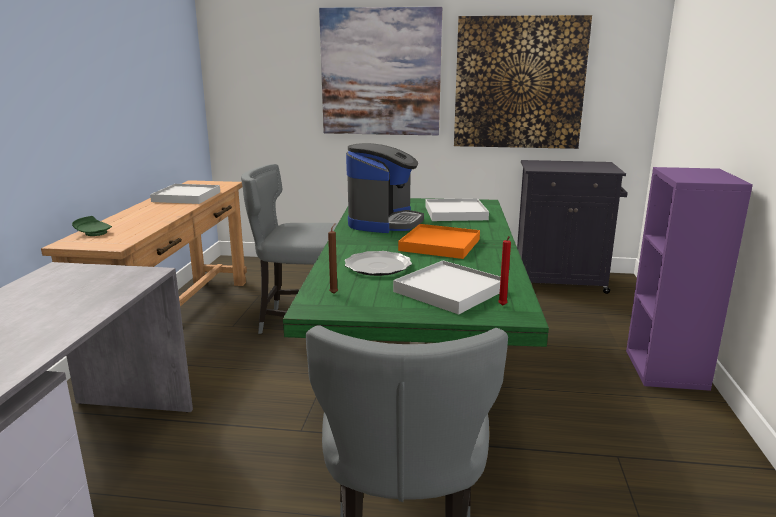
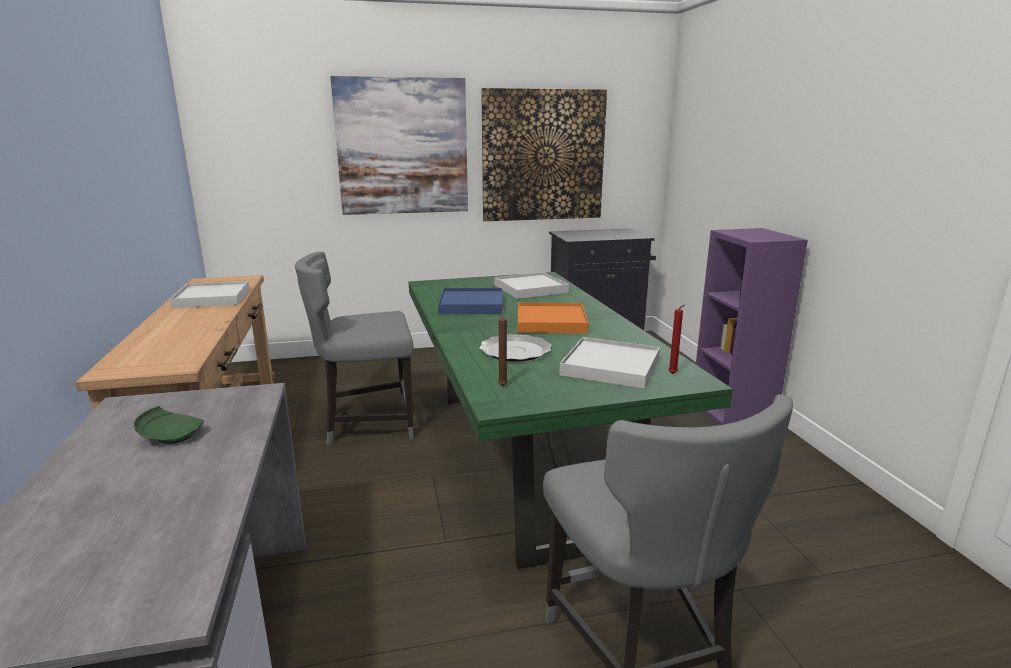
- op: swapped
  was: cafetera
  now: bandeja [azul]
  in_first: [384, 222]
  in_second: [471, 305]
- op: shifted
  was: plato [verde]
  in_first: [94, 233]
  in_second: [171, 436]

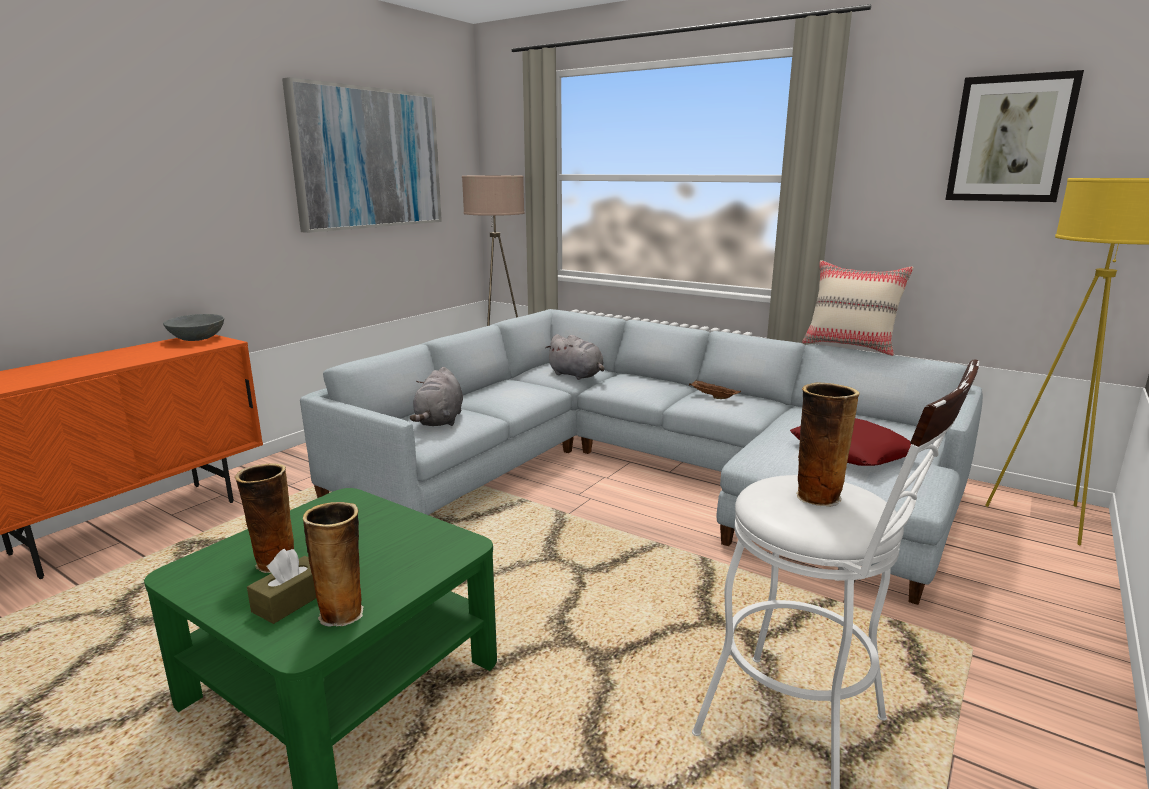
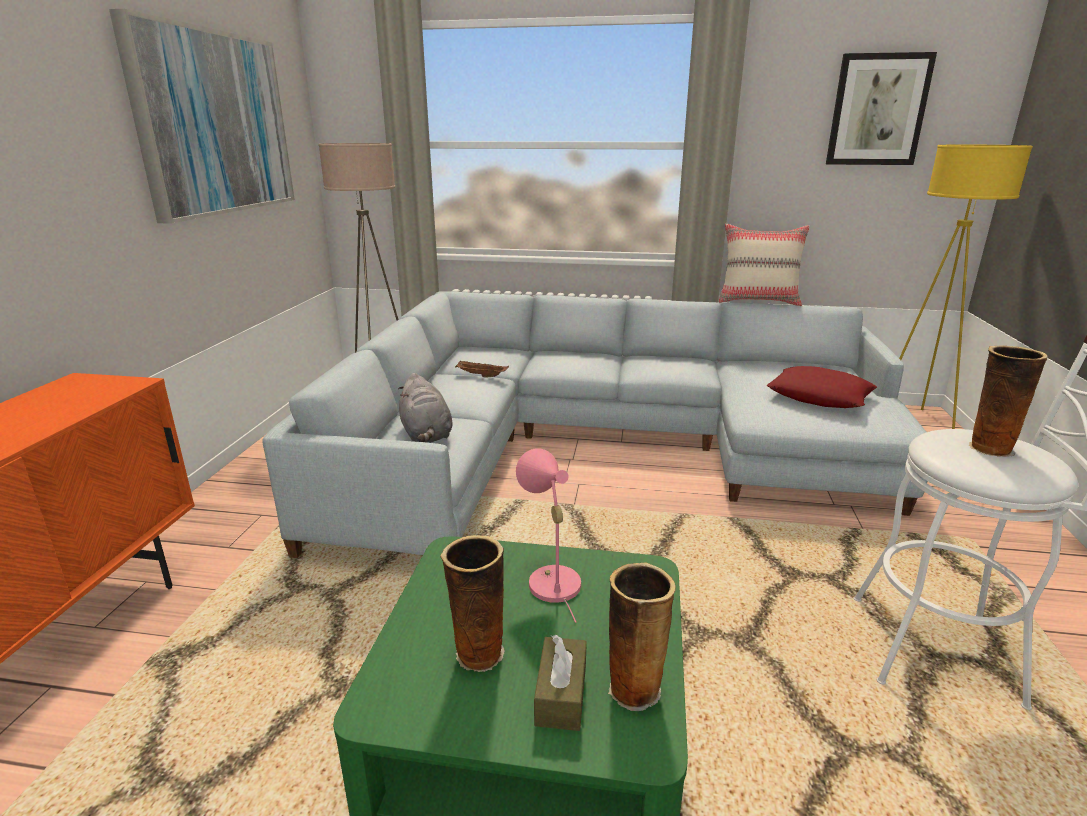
- op: gone
  was: cuenco [gris]
  in_first: [197, 339]
- op: gone
  was: peluche [gris]
  in_first: [577, 375]
- op: shifted
  was: bandeja [marrón]
  in_first: [712, 397]
  in_second: [480, 376]
- op: new
  now: lámpara de mesa [rosa]
  in_second: [550, 580]

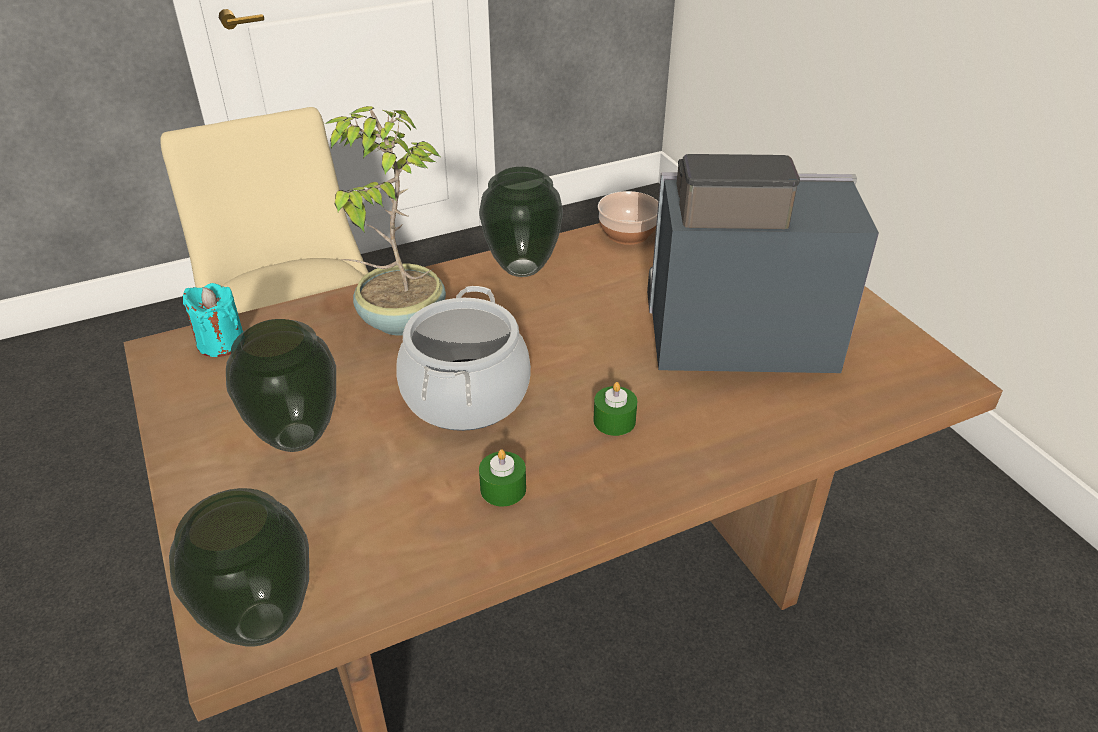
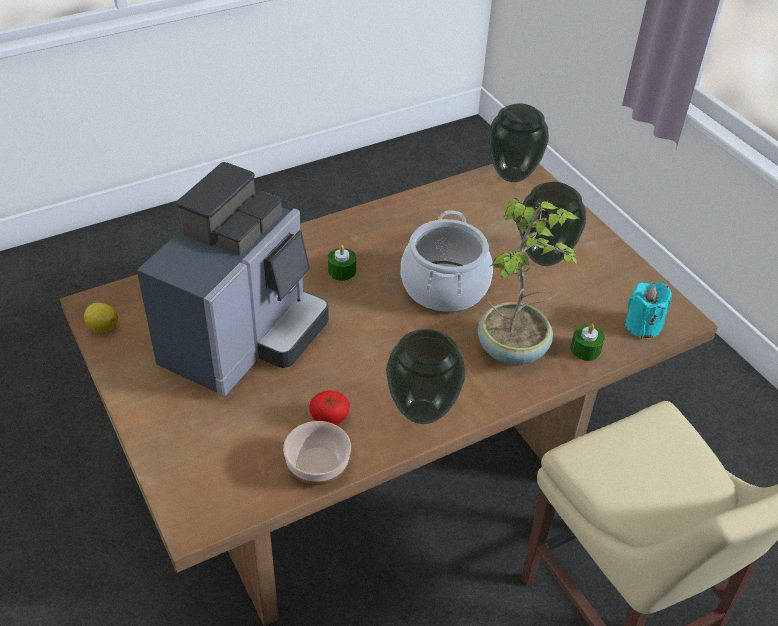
- op: rotated
  was: cafetera
  in_first: [730, 337]
  in_second: [245, 338]
  clockwise: -60
- op: shifted
  was: vela [verde]
  in_first: [503, 489]
  in_second: [585, 349]
- op: new
  now: limón
  in_second: [102, 327]
- op: new
  now: tomate
  in_second: [329, 418]

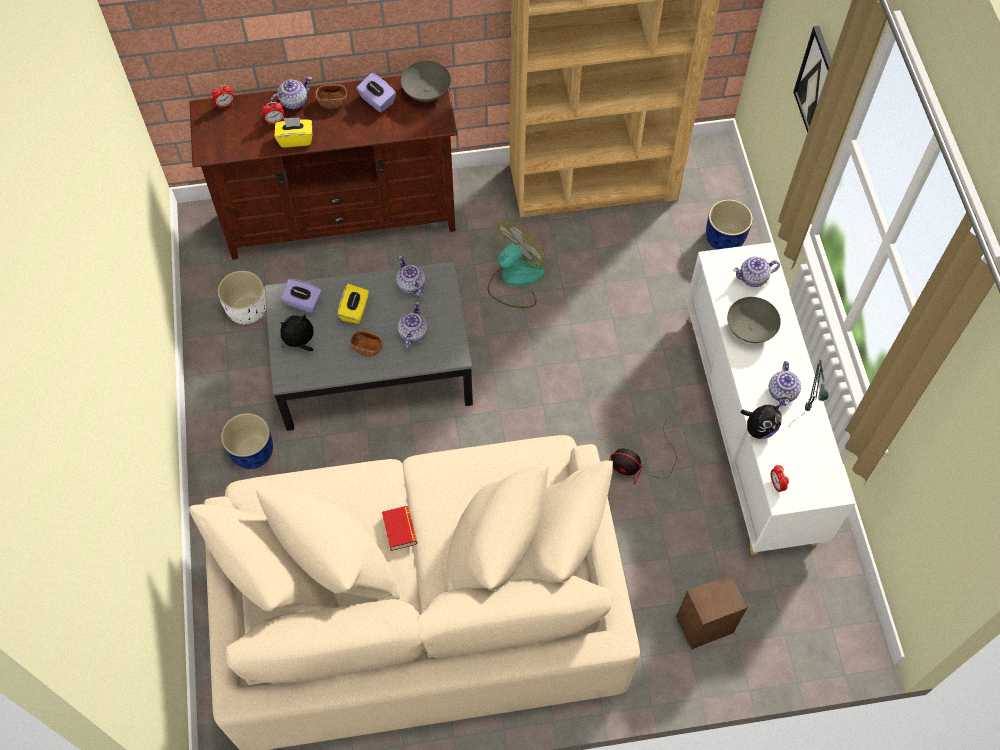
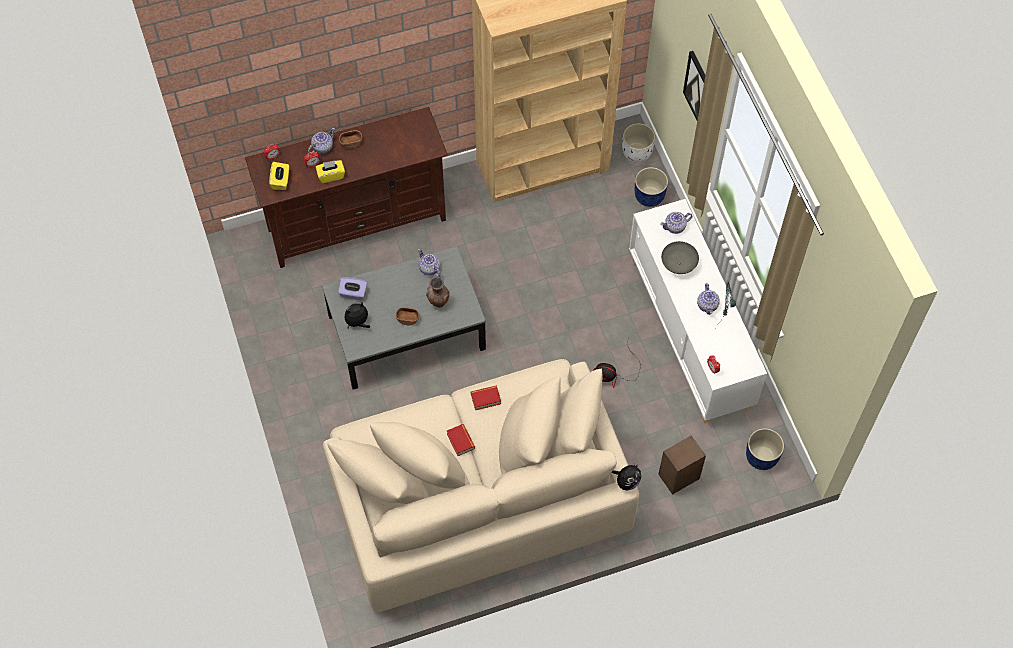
- op: gone
  was: cuenco [gris]
  in_first: [427, 92]
- op: gone
  was: caja de pañuelos [morado]
  in_first: [377, 101]
- op: gone
  was: ventilador
  in_first: [515, 279]
- op: shifted
  was: maceta [blanco]
  in_first: [248, 310]
  in_second: [637, 152]
- op: shifted
  was: caja de pañuelos [amarillo]
  in_first: [355, 310]
  in_second: [280, 181]
- op: swapped
  was: tetera
  now: florero [marrón]
  in_first: [412, 333]
  in_second: [438, 303]
- op: shifted
  was: peluche
  in_first: [759, 428]
  in_second: [627, 482]
- op: shifted
  was: maceta [azul]
  in_first: [252, 452]
  in_second: [761, 457]
- op: new
  now: libro
  in_second: [485, 399]

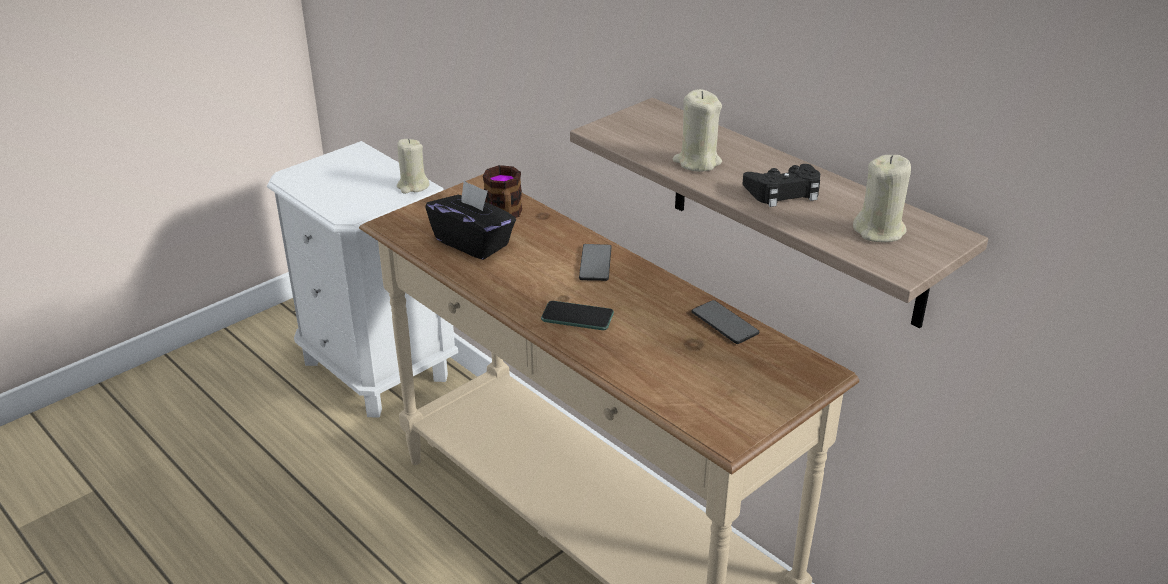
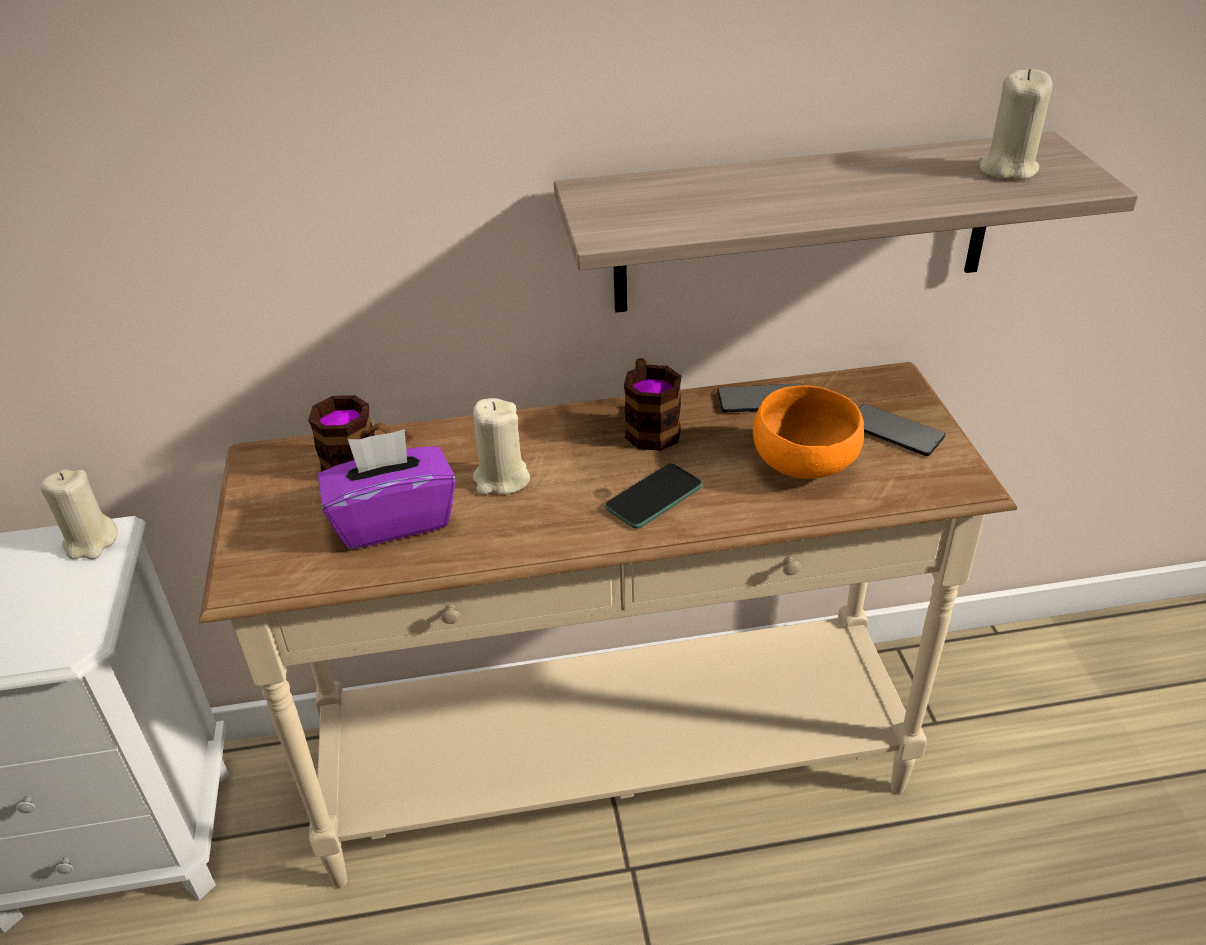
- op: shifted
  was: vela [beis]
  in_first: [697, 162]
  in_second: [501, 479]
- op: gone
  was: mando de consola [negro]
  in_first: [783, 192]
- op: repainted
  was: caja de pañuelos [negro]
  now: caja de pañuelos [morado]
  in_first: [473, 242]
  in_second: [393, 519]
- op: shifted
  was: móvil
  in_first: [595, 263]
  in_second: [894, 431]
- op: new
  now: taza grande
  in_second: [649, 426]
- op: new
  now: cuenco [naranja]
  in_second: [806, 464]

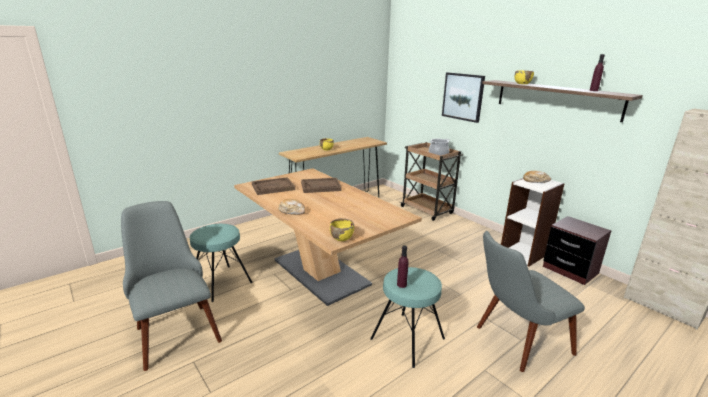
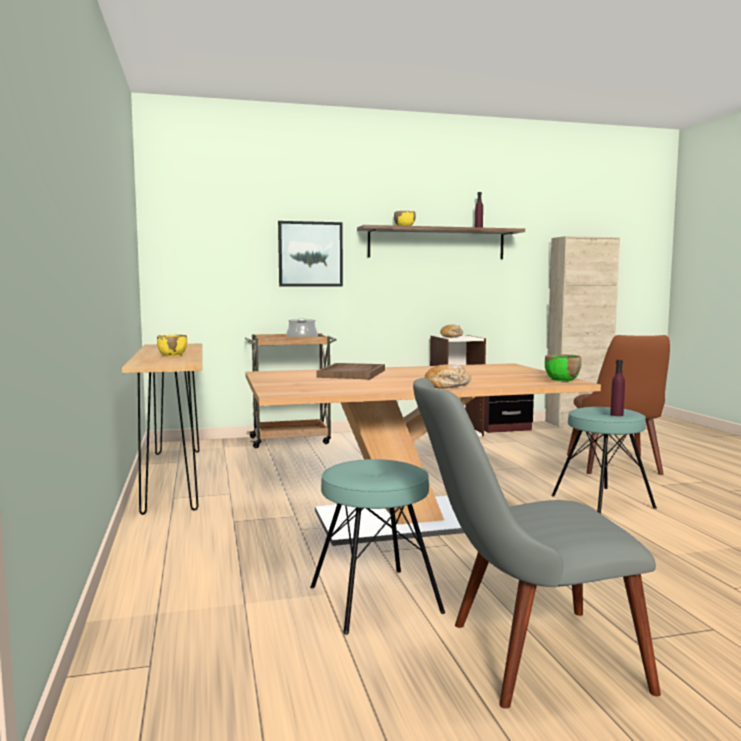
- op: gone
  was: bandeja [marrón]
  in_first: [273, 187]
- op: repainted
  was: cuenco [amarillo]
  now: cuenco [verde]
  in_first: [341, 238]
  in_second: [562, 380]
- op: repainted
  was: silla [gris]
  now: silla [marrón]
  in_first: [514, 342]
  in_second: [618, 467]

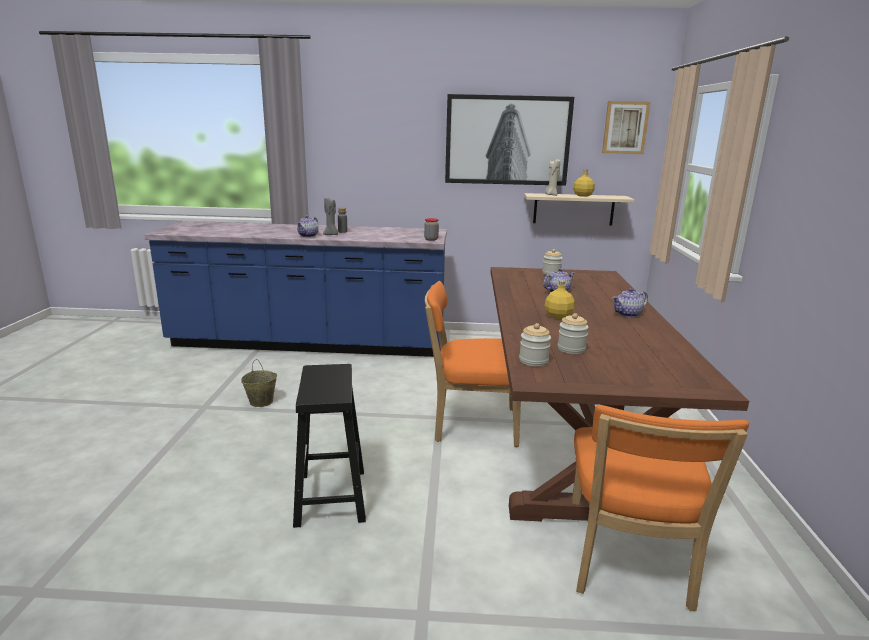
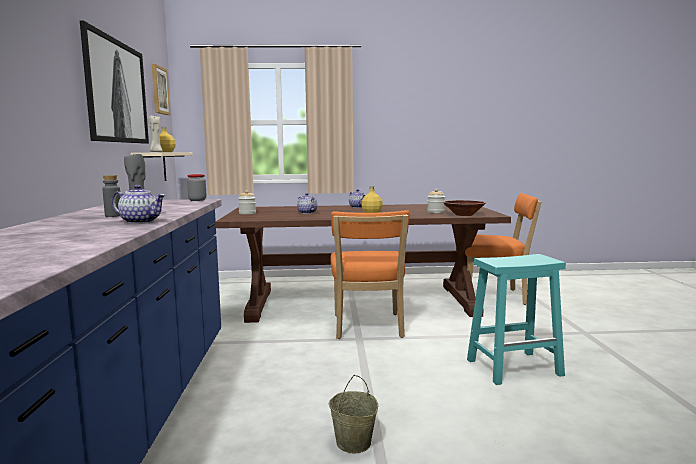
- op: swapped
  was: tarro
  now: cuenco [marrón]
  in_first: [533, 361]
  in_second: [463, 215]
- op: repainted
  was: taburete [negro]
  now: taburete [turquesa]
  in_first: [331, 498]
  in_second: [515, 367]

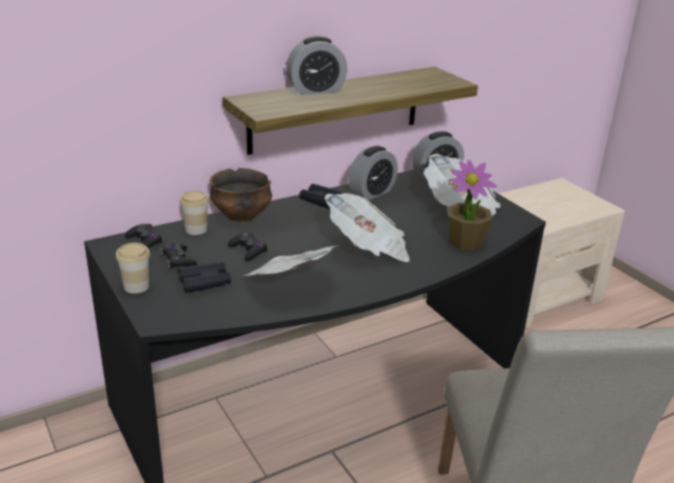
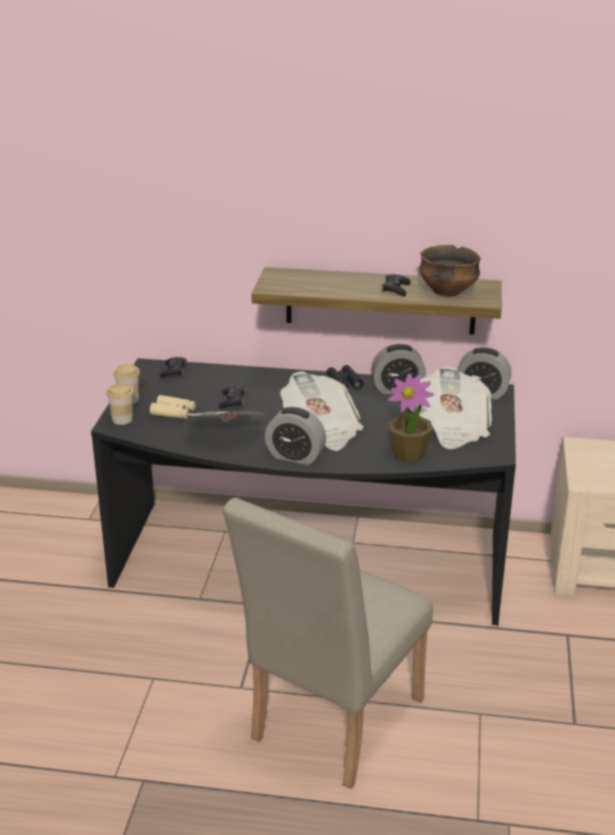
- op: shifted
  was: despertador
  in_first: [316, 90]
  in_second: [295, 456]
- op: shifted
  was: cuenco
  in_first: [241, 215]
  in_second: [447, 291]
- op: shifted
  was: taza
  in_first: [196, 229]
  in_second: [122, 419]
- op: shifted
  was: mando de consola [negro]
  in_first: [178, 260]
  in_second: [395, 289]
- op: repainted
  was: prismáticos [negro]
  now: prismáticos [beis]
  in_first: [205, 282]
  in_second: [173, 412]

